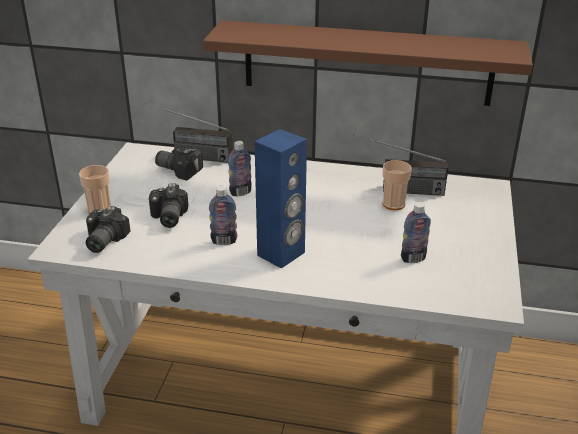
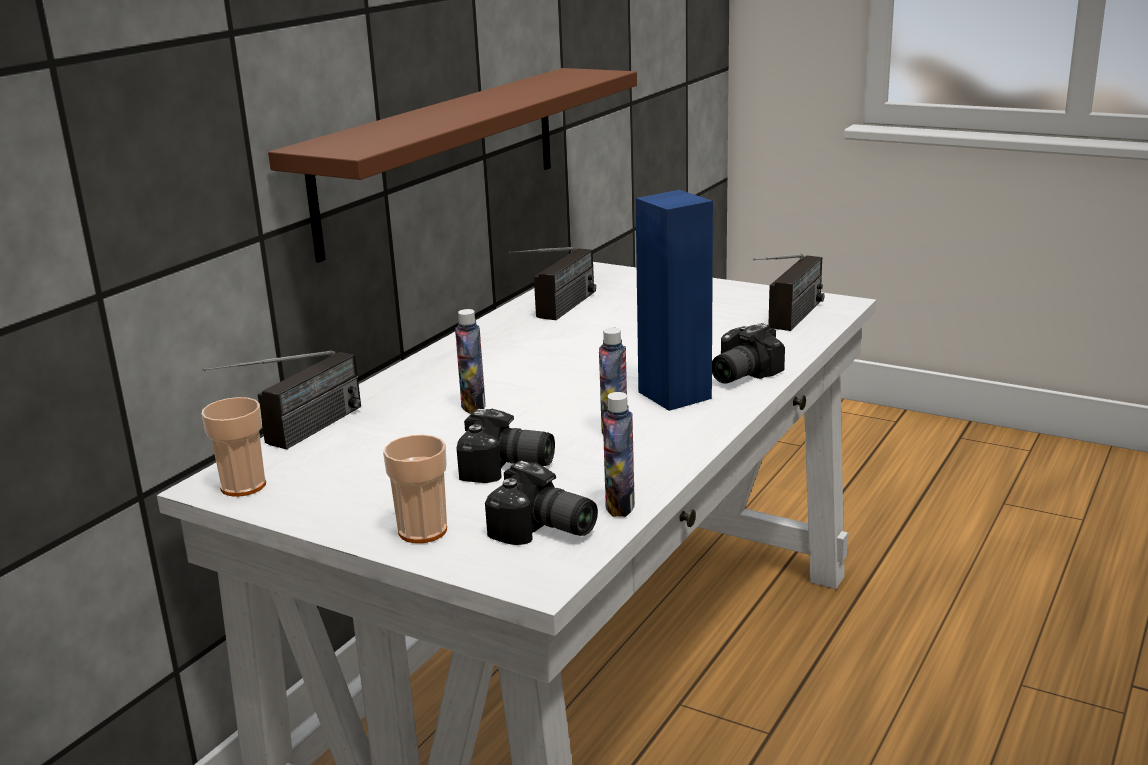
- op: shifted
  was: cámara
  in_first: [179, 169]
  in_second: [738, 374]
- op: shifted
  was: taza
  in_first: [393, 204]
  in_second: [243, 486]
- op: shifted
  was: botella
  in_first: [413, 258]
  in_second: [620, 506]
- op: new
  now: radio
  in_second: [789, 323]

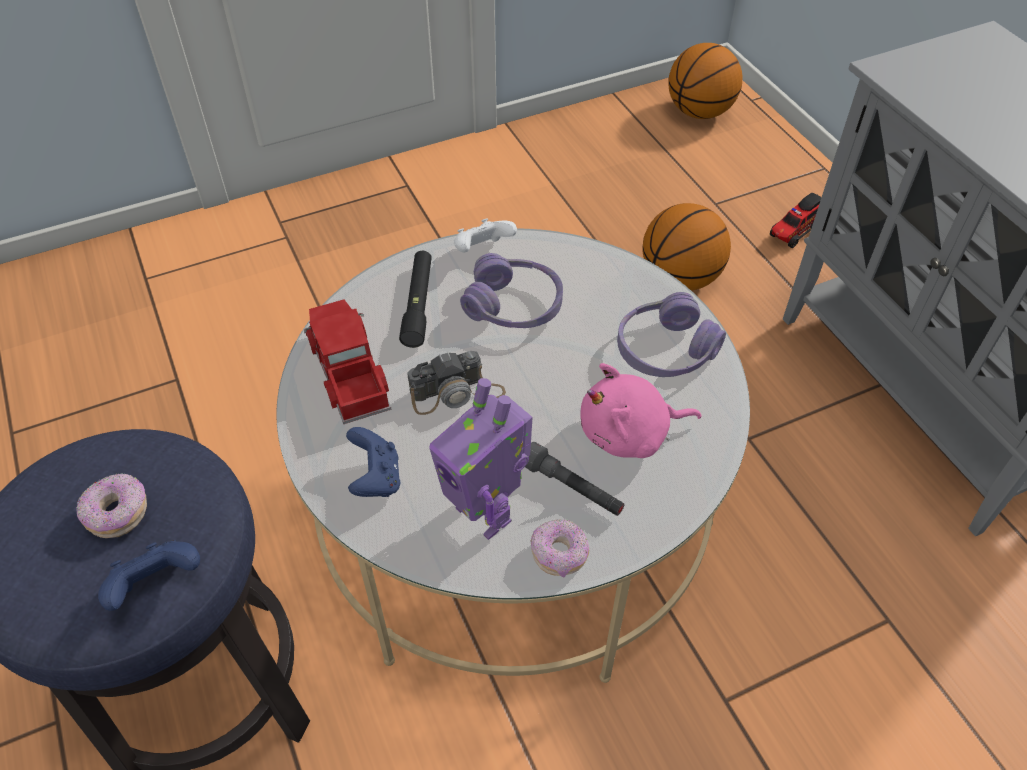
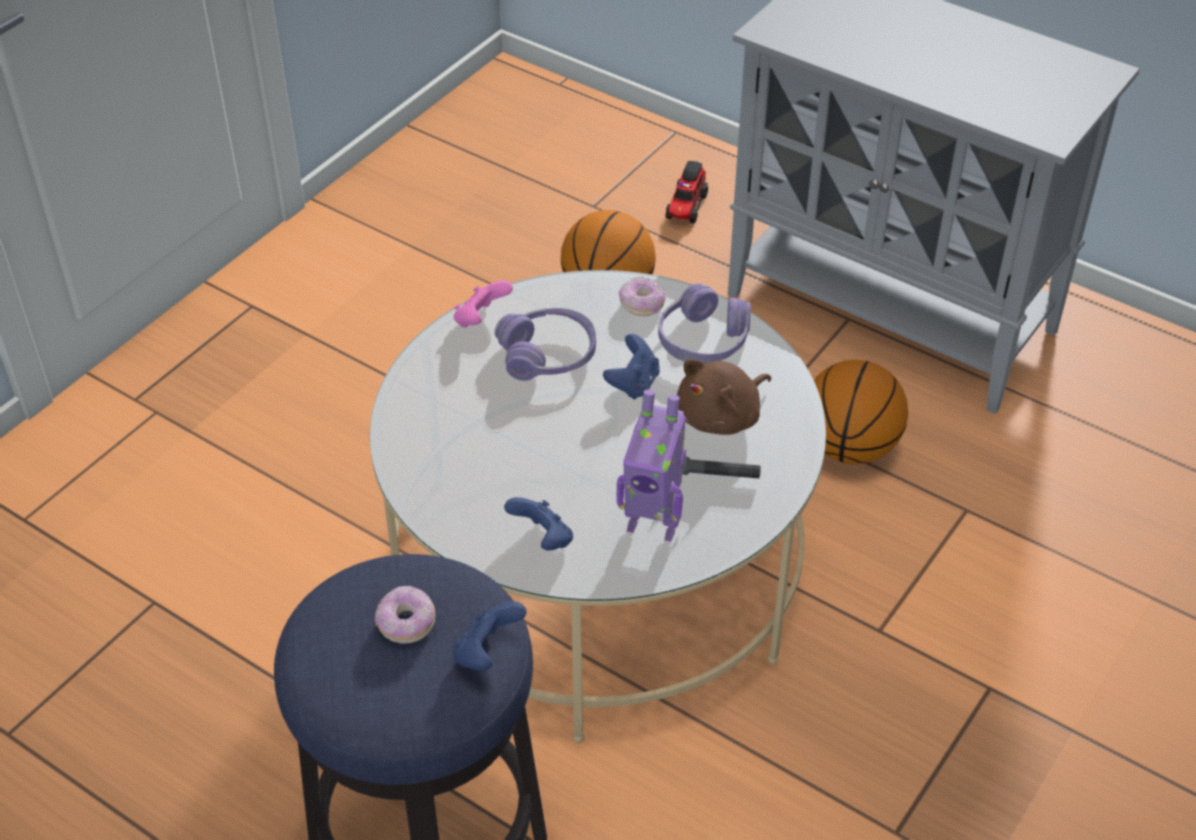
- op: shifted
  was: balón de baloncesto
  in_first: [700, 112]
  in_second: [850, 447]
- op: repainted
  was: mando de consola [blanco]
  now: mando de consola [rosa]
  in_first: [482, 251]
  in_second: [481, 320]
- op: gone
  was: linterna [negro]
  in_first: [418, 304]
- op: gone
  was: camión de juguete
  in_first: [349, 373]
- op: gone
  was: cámara
  in_first: [456, 393]
- op: repainted
  was: peluche [rosa]
  now: peluche [marrón]
  in_first: [629, 434]
  in_second: [722, 417]
- op: shifted
  was: rosquilla
  in_first: [559, 554]
  in_second: [642, 305]
- op: new
  now: mando de consola [azul]
  in_second: [633, 384]

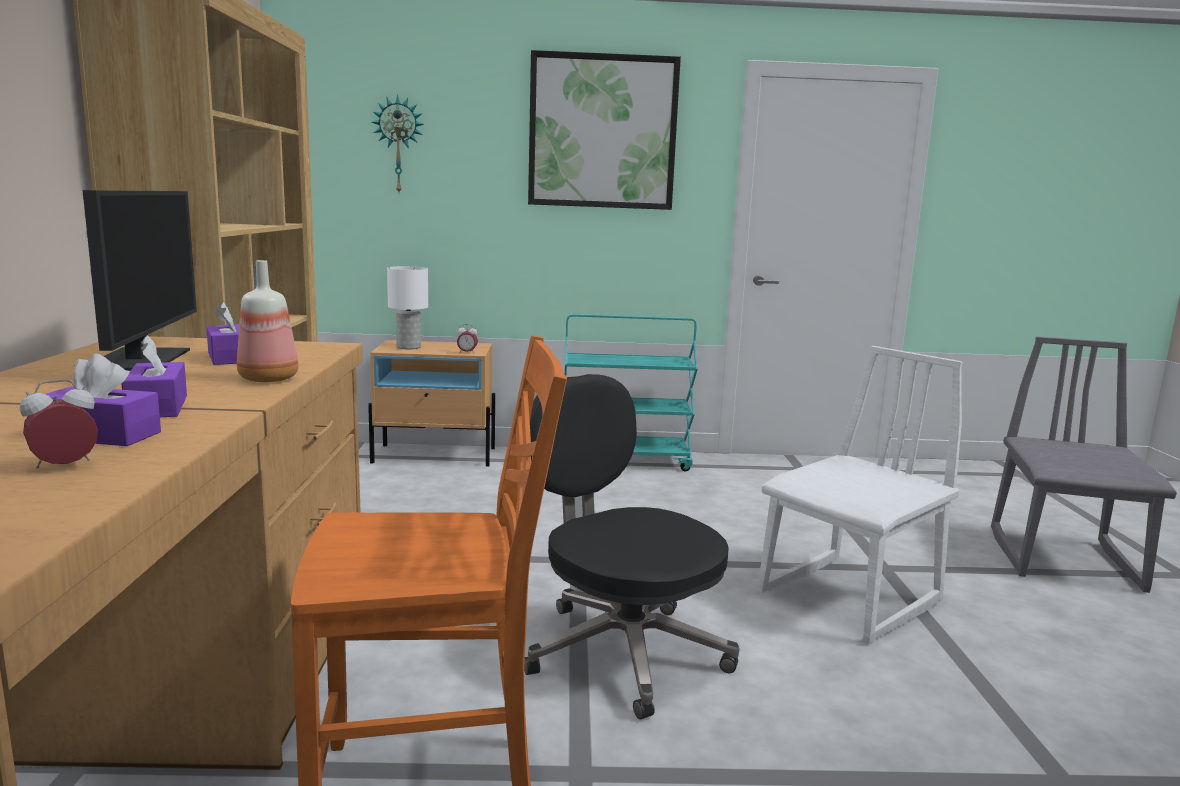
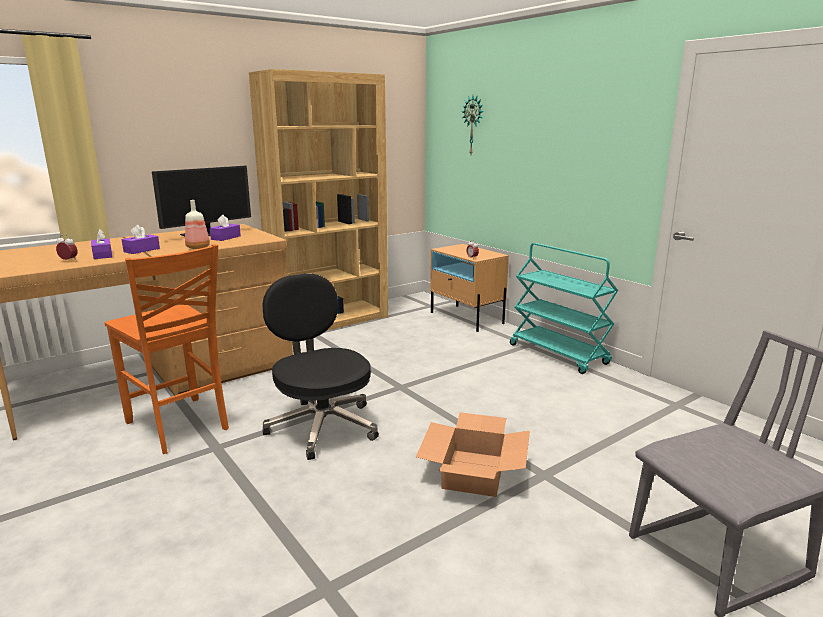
- op: gone
  was: cuadro
  in_first: [602, 132]
- op: gone
  was: lámpara de mesa [blanco]
  in_first: [408, 347]
- op: swapped
  was: silla [blanco]
  now: caja de cartón
  in_first: [851, 598]
  in_second: [473, 472]
- op: rotated
  was: silla de oficina [negro]
  in_first: [622, 651]
  in_second: [322, 426]
  clockwise: -45

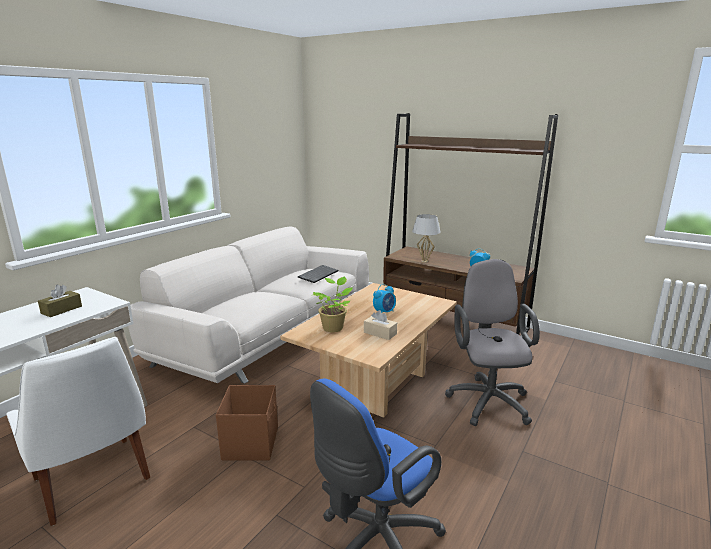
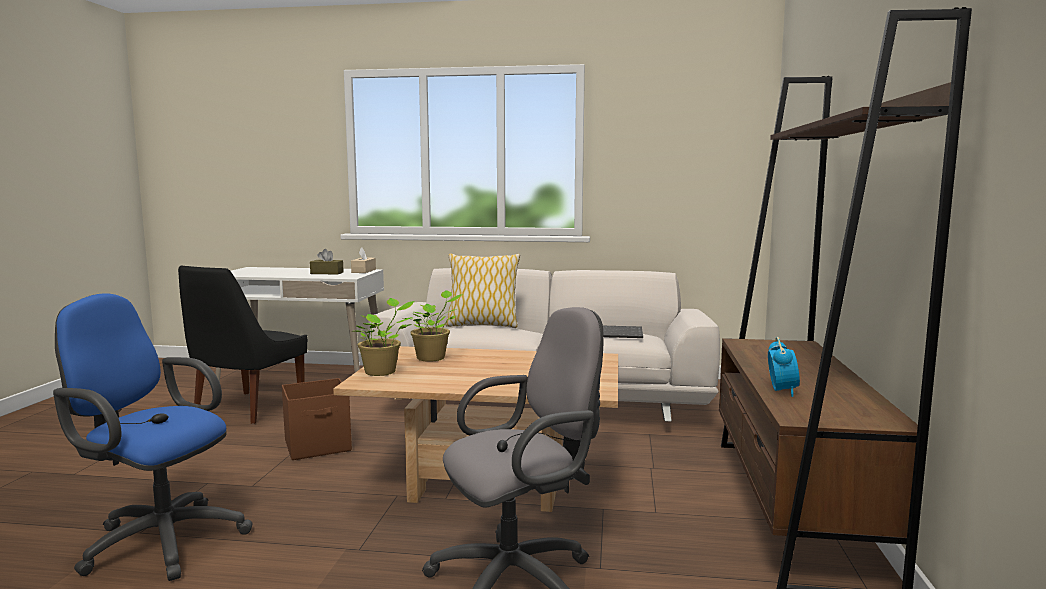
- op: gone
  was: lámpara de mesa [blanco]
  in_first: [424, 261]
- op: gone
  was: despertador
  in_first: [384, 312]
- op: shifted
  was: caja de pañuelos [beis]
  in_first: [380, 333]
  in_second: [363, 271]
- op: repainted
  was: silla [blanco]
  now: silla [negro]
  in_first: [93, 481]
  in_second: [246, 409]
- op: new
  now: cojín
  in_second: [482, 325]
- op: new
  now: planta en maceta
  in_second: [383, 371]

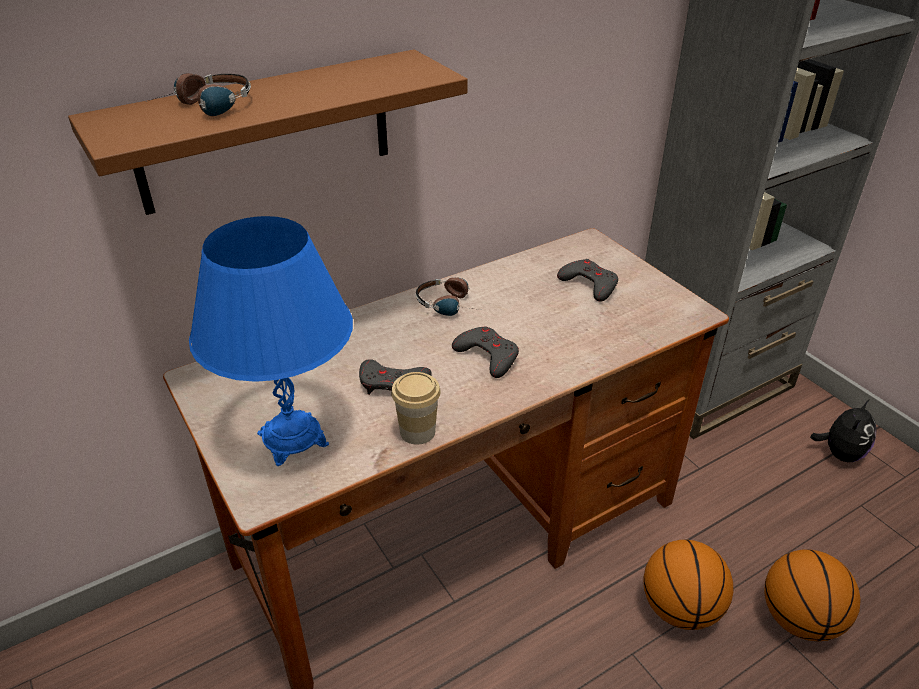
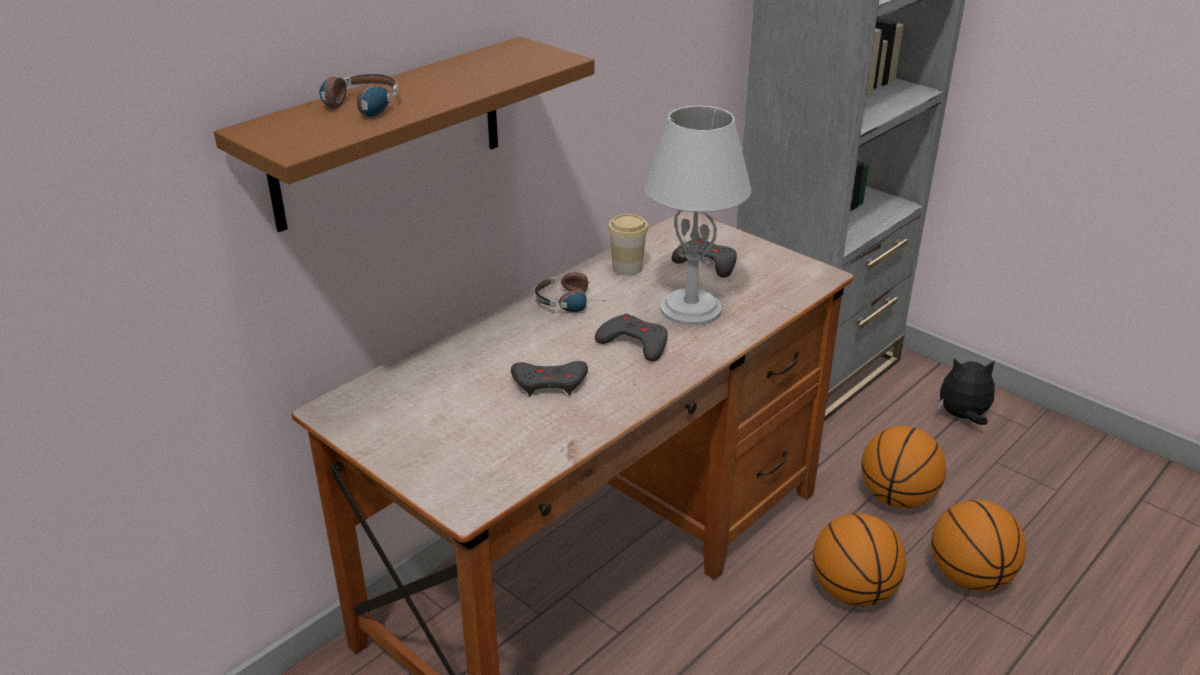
- op: gone
  was: lámpara de mesa [azul]
  in_first: [292, 439]
- op: shifted
  was: taza
  in_first: [417, 431]
  in_second: [627, 268]
- op: rotated
  was: peluche
  in_first: [840, 453]
  in_second: [962, 417]
  clockwise: -105
- op: new
  now: lámpara de mesa [gris]
  in_second: [691, 309]
- op: new
  now: balón de baloncesto
  in_second: [897, 497]

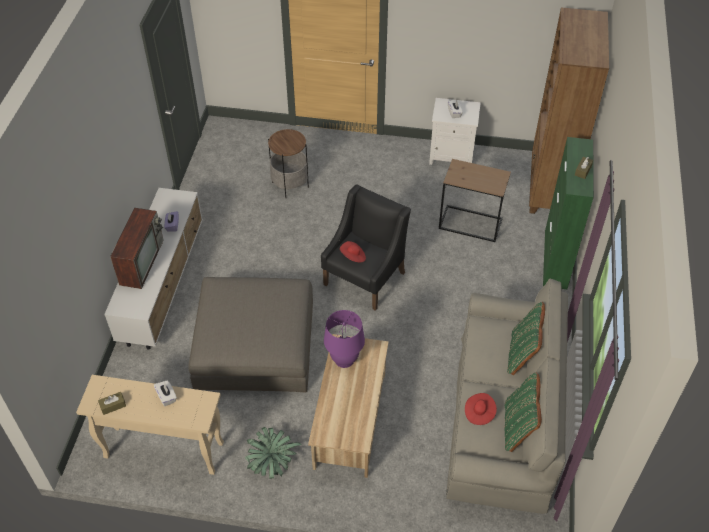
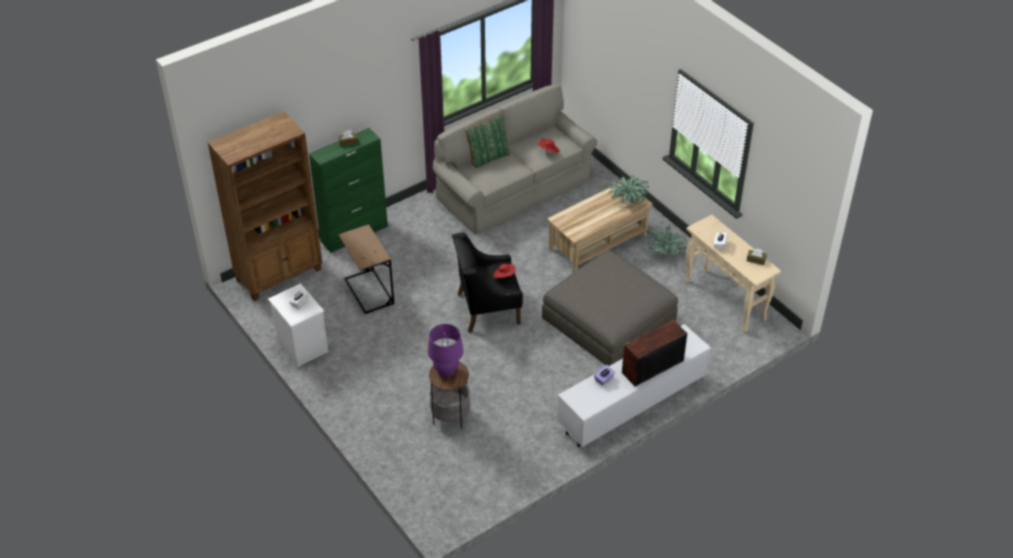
- op: shifted
  was: lámpara de mesa [morado]
  in_first: [344, 359]
  in_second: [446, 370]
- op: gone
  was: cojín [verde]
  in_first: [518, 427]
- op: new
  now: planta en maceta
  in_second: [628, 200]

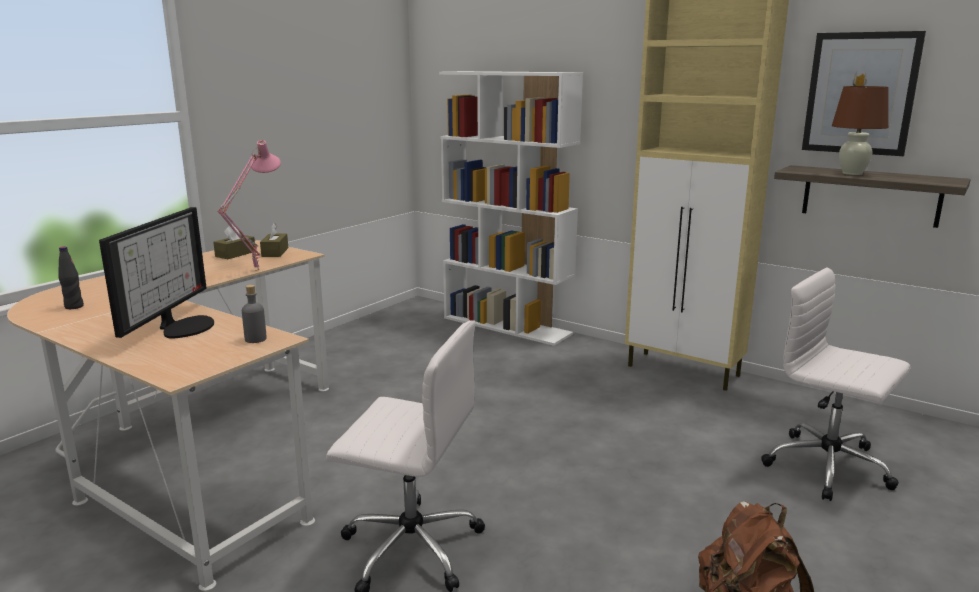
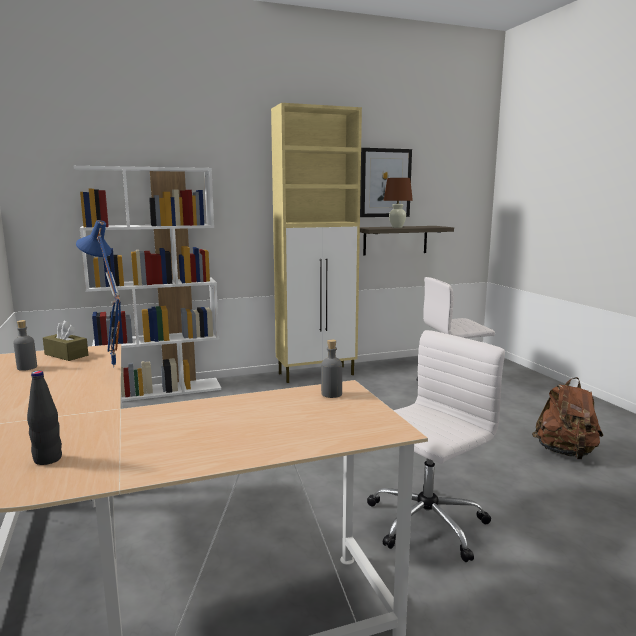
- op: repainted
  was: lámpara de mesa [rosa]
  now: lámpara de mesa [azul]
  in_first: [255, 270]
  in_second: [111, 368]
- op: gone
  was: monitor
  in_first: [183, 326]
- op: swapped
  was: caja de pañuelos [marrón]
  now: botella [gris]
  in_first: [235, 254]
  in_second: [27, 367]

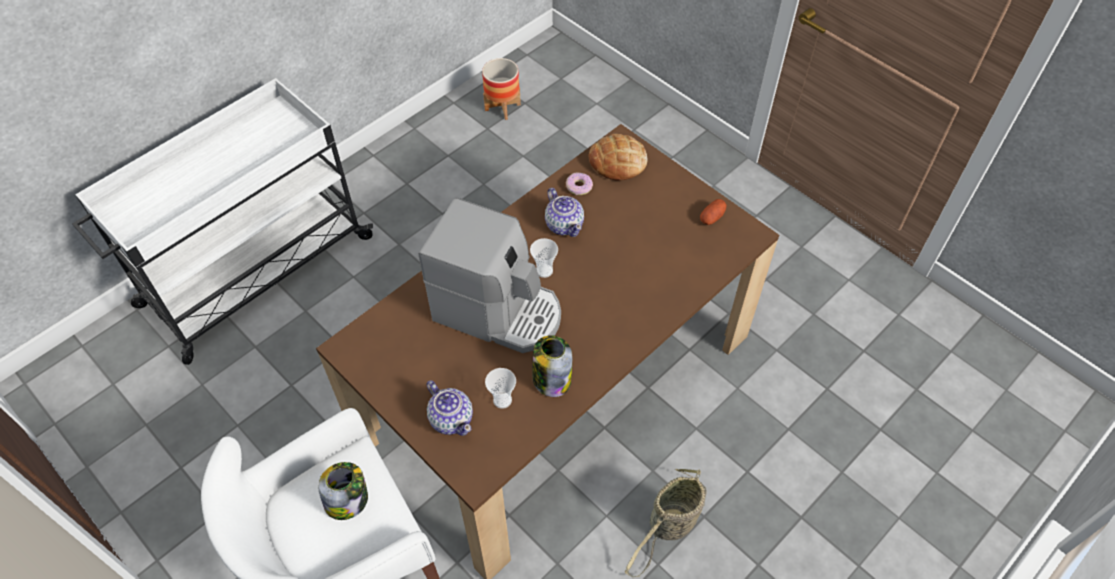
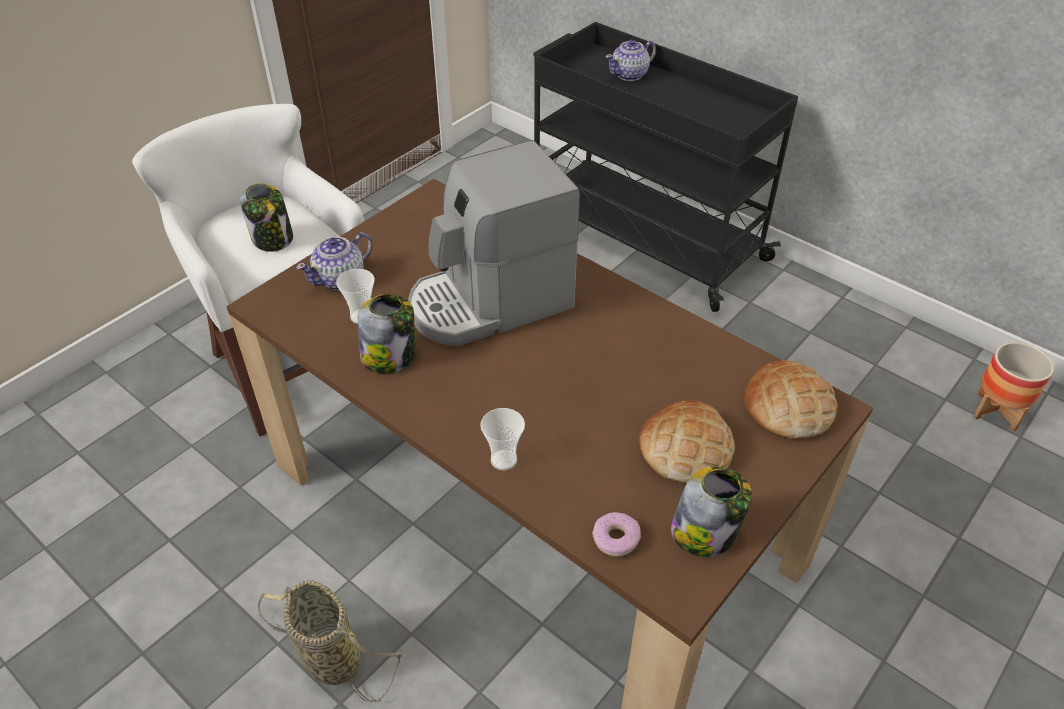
- op: repainted
  was: carrito [blanco]
  now: carrito [negro]
  in_first: [254, 272]
  in_second: [641, 235]
- op: shifted
  was: rosquilla
  in_first: [579, 187]
  in_second: [615, 538]
- op: shifted
  was: tetera
  in_first: [564, 224]
  in_second: [630, 75]
- op: rotated
  was: cafetera
  in_first: [499, 311]
  in_second: [490, 303]
  clockwise: 45
- op: swapped
  was: patata
  now: tarro
  in_first: [712, 217]
  in_second: [704, 533]
- op: shifted
  was: taza
  in_first: [544, 270]
  in_second: [503, 460]
- op: new
  now: pan
  in_second: [685, 448]

